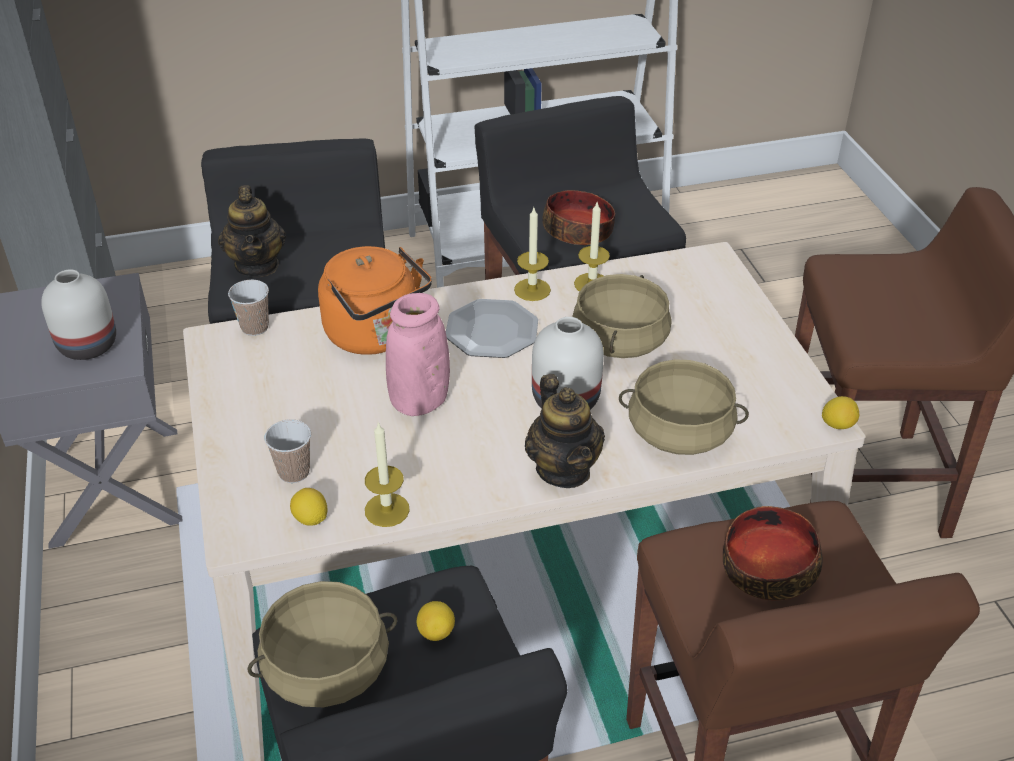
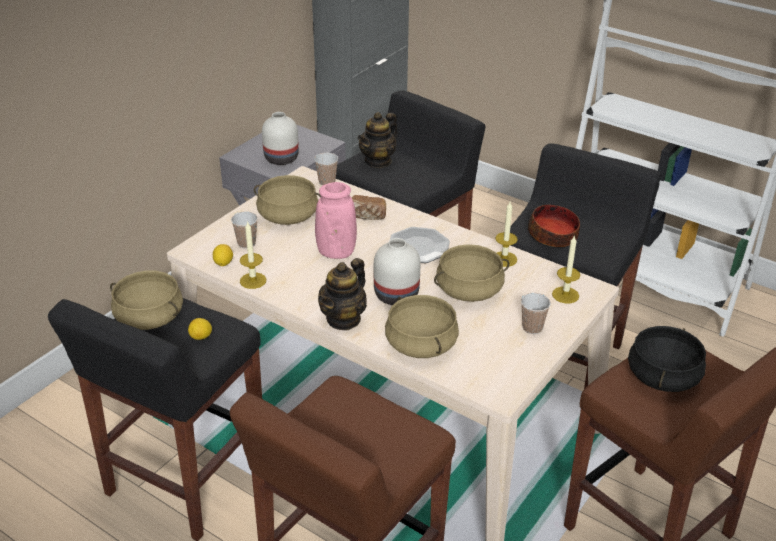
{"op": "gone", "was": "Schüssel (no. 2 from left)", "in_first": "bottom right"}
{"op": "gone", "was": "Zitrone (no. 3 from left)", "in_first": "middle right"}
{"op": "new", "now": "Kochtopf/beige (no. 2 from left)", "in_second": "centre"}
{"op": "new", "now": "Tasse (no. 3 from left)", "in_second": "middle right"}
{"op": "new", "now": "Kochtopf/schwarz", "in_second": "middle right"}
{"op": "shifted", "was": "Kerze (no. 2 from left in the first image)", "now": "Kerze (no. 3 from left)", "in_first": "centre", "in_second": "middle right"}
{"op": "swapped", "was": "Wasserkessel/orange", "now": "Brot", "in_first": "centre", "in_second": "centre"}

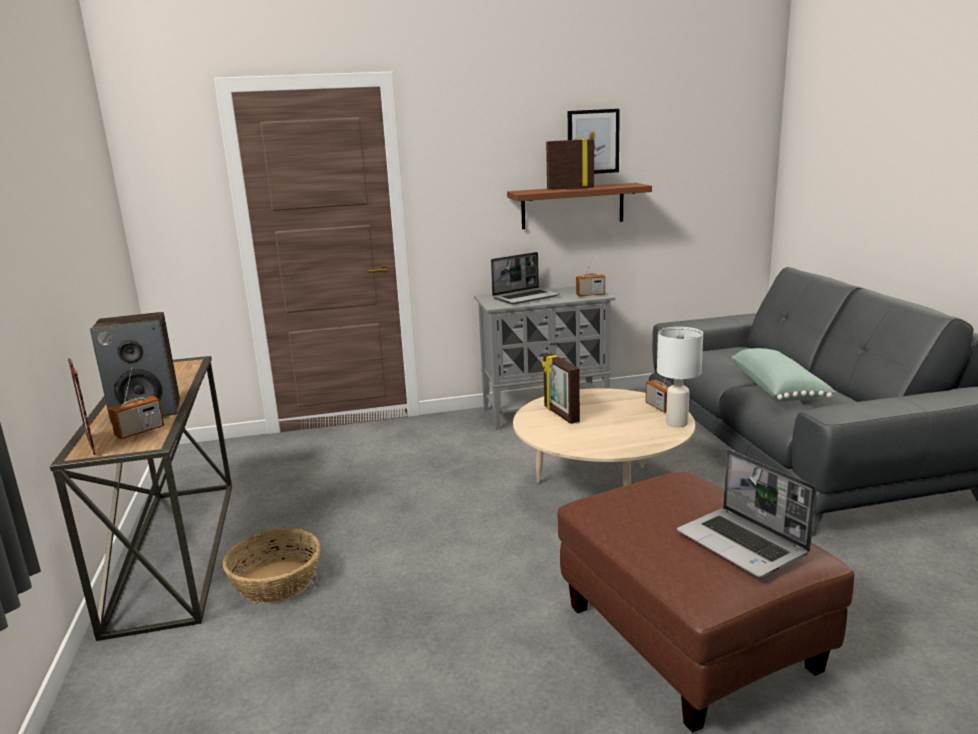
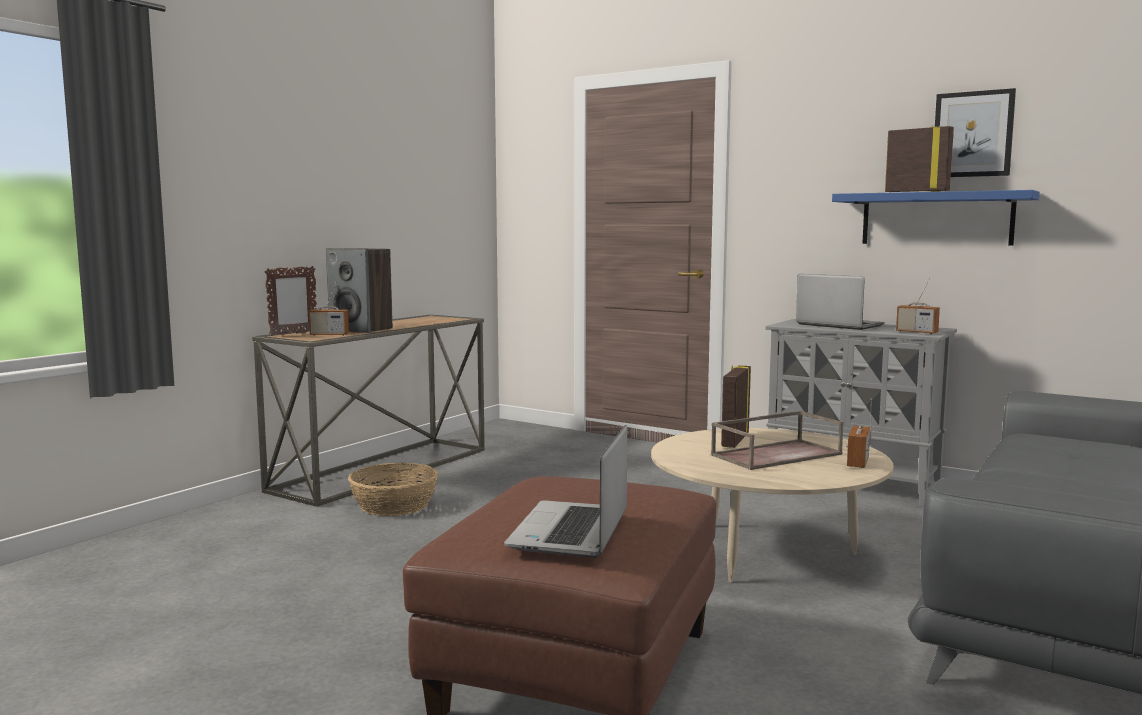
{"op": "gone", "was": "Tischlampe/weiß", "in_first": "middle right"}
{"op": "gone", "was": "Kissen/grün", "in_first": "middle right"}
{"op": "new", "now": "Tablett/braun", "in_second": "middle right"}
{"op": "repainted", "was": "Wandregal/braun", "now": "Wandregal/blau", "in_first": "top centre", "in_second": "top right"}
{"op": "rotated", "was": "Bilderrahmen (no. 1 from left)", "in_first": "middle left", "in_second": "middle left", "clockwise": -150}
{"op": "rotated", "was": "Laptop (no. 1 from left in the first image)", "in_first": "centre", "in_second": "middle right", "clockwise": -150}

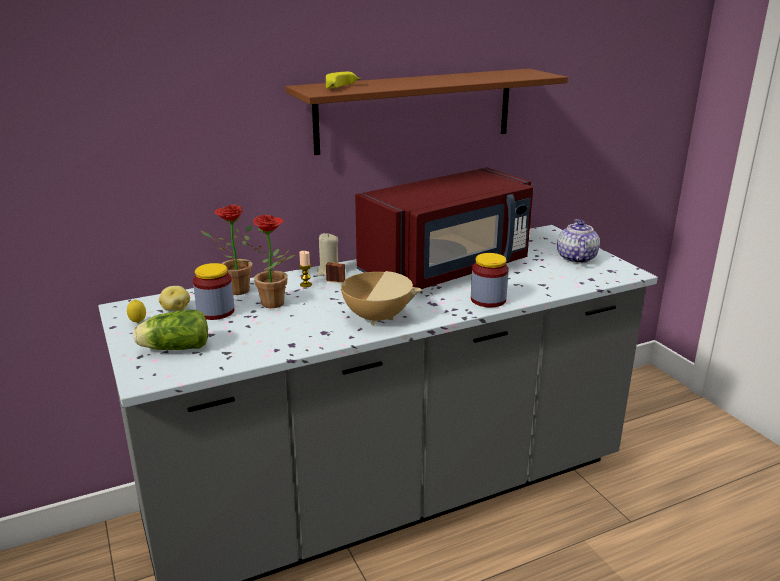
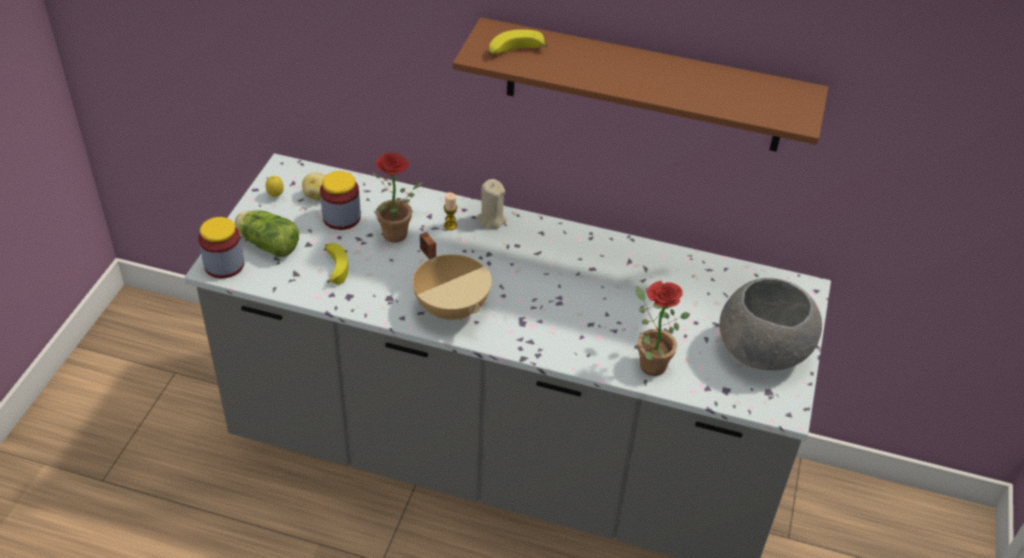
{"op": "gone", "was": "Mikrowelle/rot", "in_first": "centre"}
{"op": "new", "now": "Banane (no. 1 from left)", "in_second": "middle left"}
{"op": "shifted", "was": "Topfpflanze (no. 1 from left in the first image)", "now": "Topfpflanze (no. 2 from left)", "in_first": "middle left", "in_second": "centre"}
{"op": "shifted", "was": "Vorratsglas (no. 2 from left in the first image)", "now": "Vorratsglas (no. 1 from left)", "in_first": "centre", "in_second": "middle left"}
{"op": "swapped", "was": "Teekanne", "now": "Schüssel/grau", "in_first": "middle right", "in_second": "middle right"}

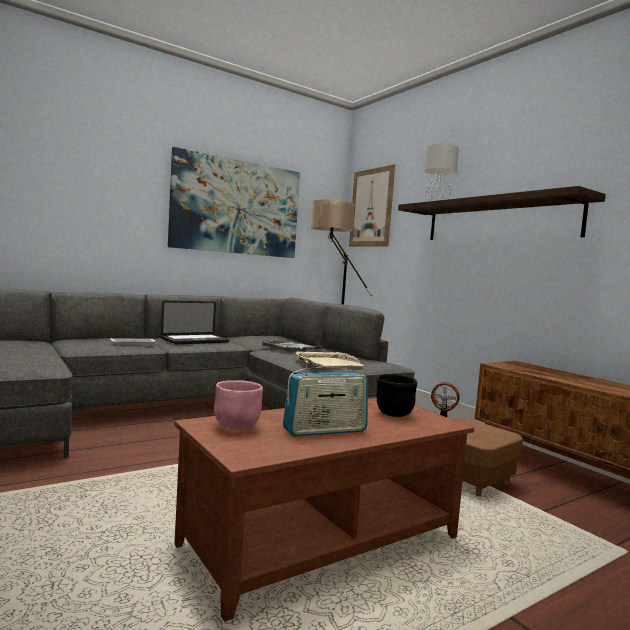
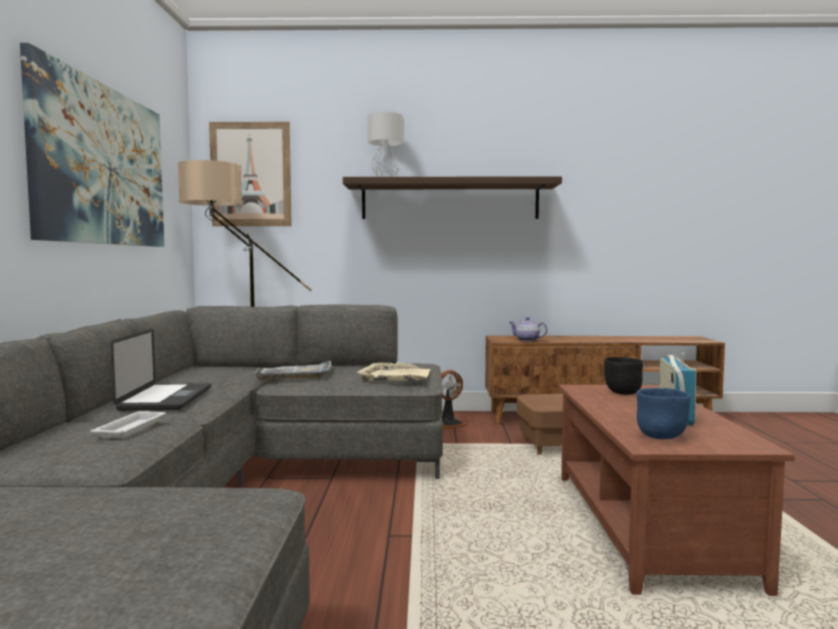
{"op": "new", "now": "Teekanne", "in_second": "centre"}
{"op": "repainted", "was": "Schüssel/rosa", "now": "Schüssel/blau", "in_first": "centre", "in_second": "middle right"}

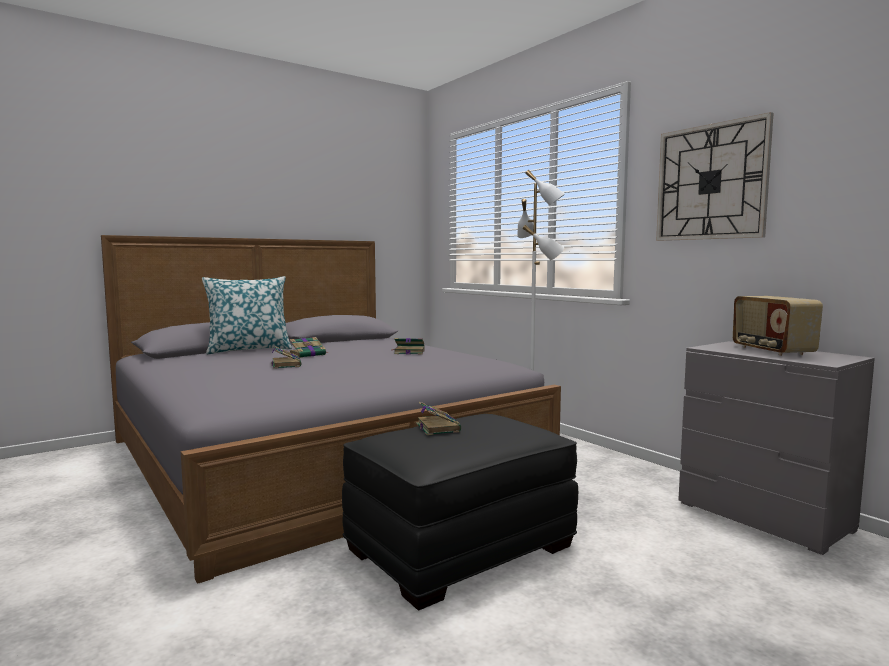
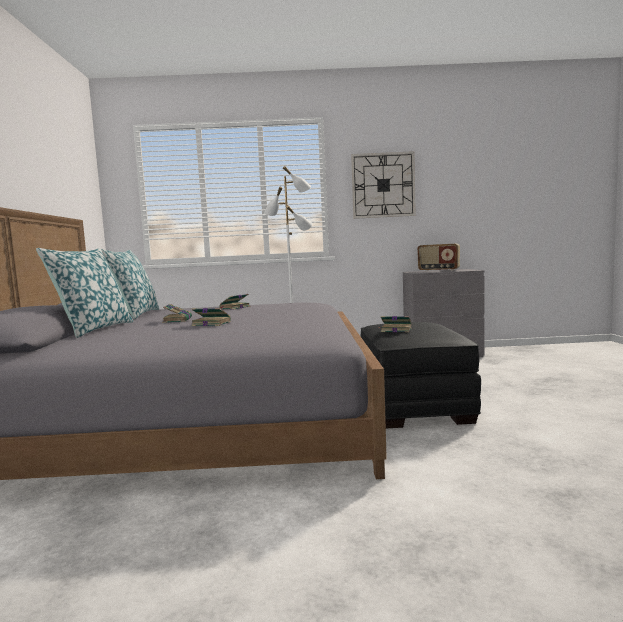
{"op": "new", "now": "Kissen (no. 2 from left)", "in_second": "middle left"}

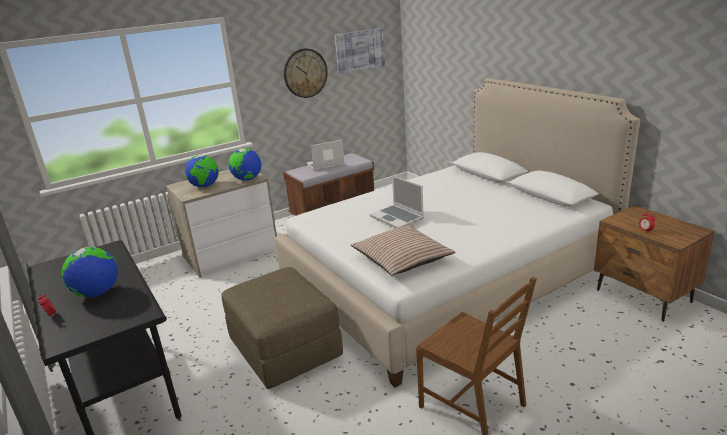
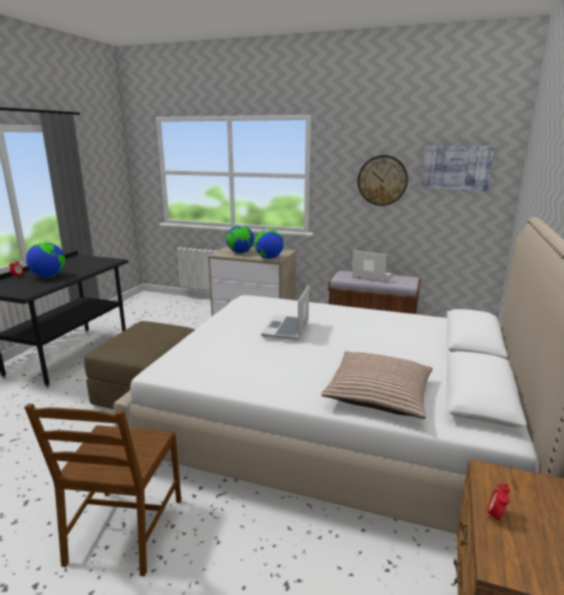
{"op": "shifted", "was": "Kissen", "in_first": "centre", "in_second": "middle right"}

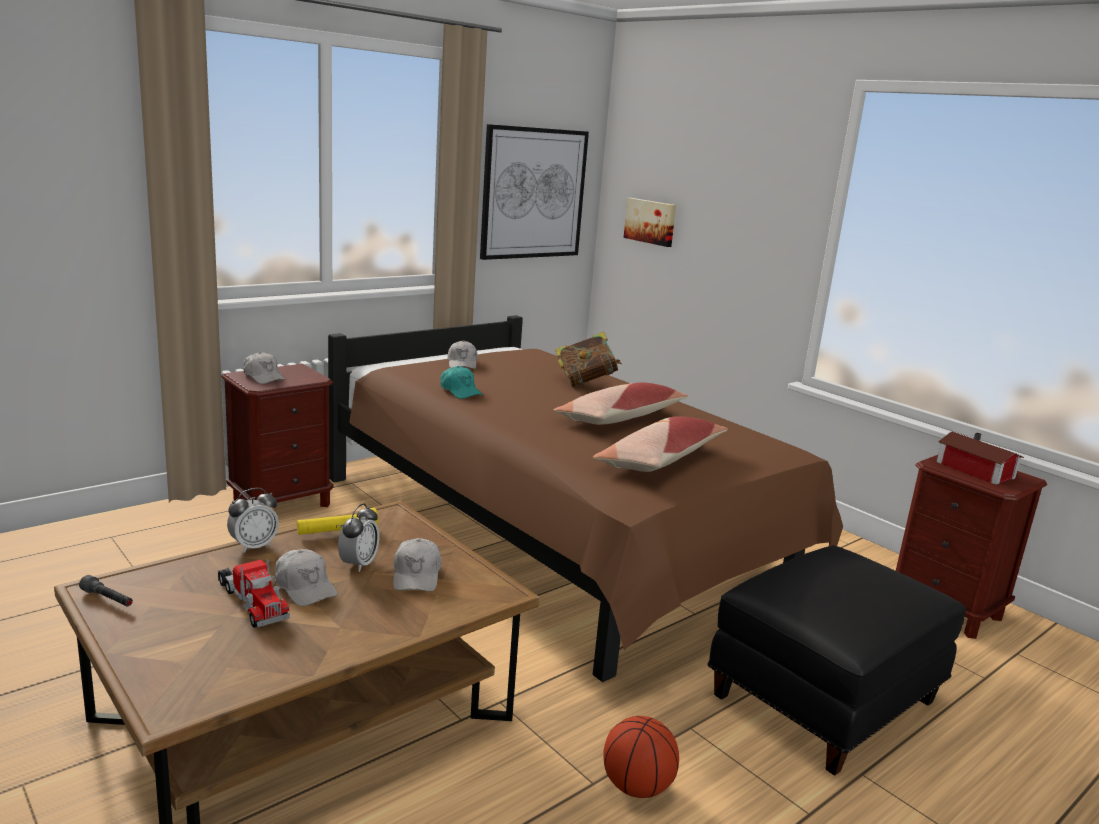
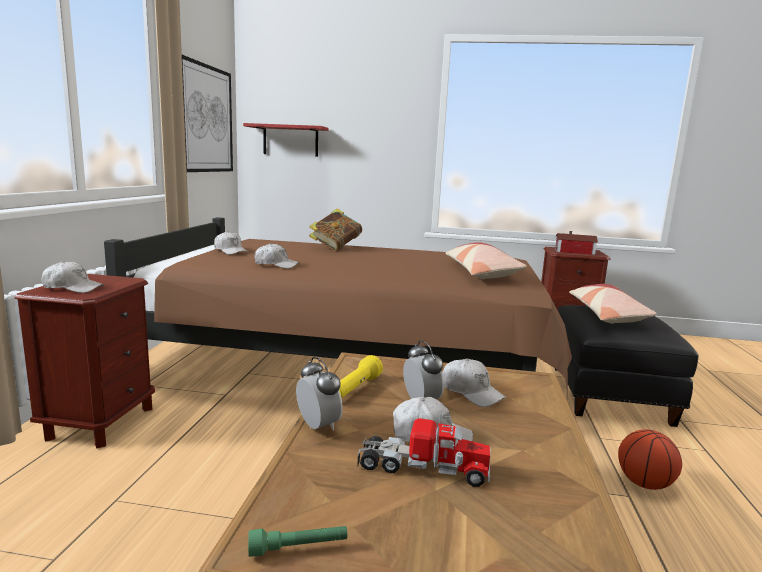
{"op": "shifted", "was": "Kissen (no. 1 from left in the first image)", "now": "Kissen (no. 2 from left)", "in_first": "centre", "in_second": "middle right"}
{"op": "swapped", "was": "Bild (no. 2 from left)", "now": "Wandregal/rot", "in_first": "top centre", "in_second": "top centre"}
{"op": "repainted", "was": "Taschenlampe/grau", "now": "Taschenlampe/grün", "in_first": "bottom left", "in_second": "bottom centre"}
{"op": "repainted", "was": "Kappe/türkis", "now": "Kappe/weiß (no. 3 from left)", "in_first": "centre", "in_second": "centre"}
{"op": "rotated", "was": "Wecker (no. 1 from left)", "in_first": "middle left", "in_second": "bottom centre", "clockwise": -45}

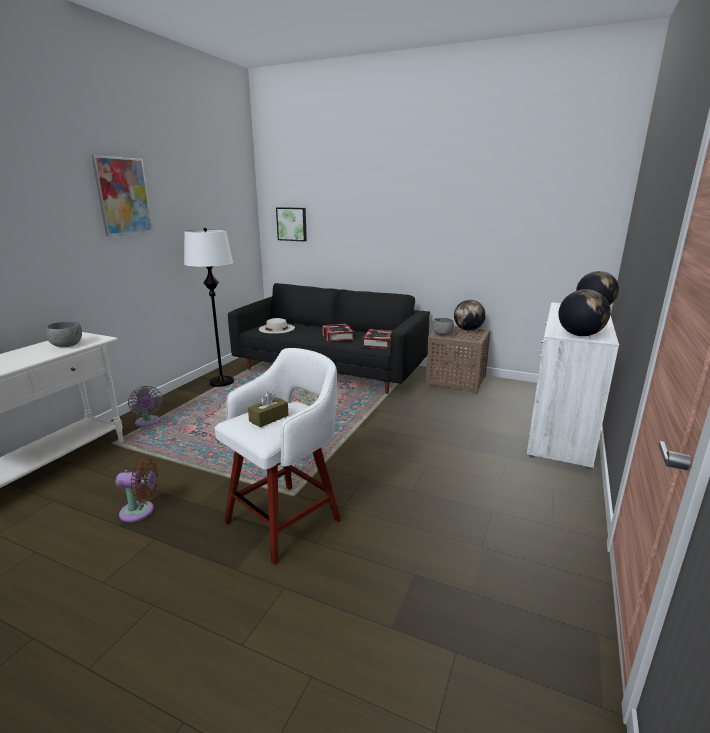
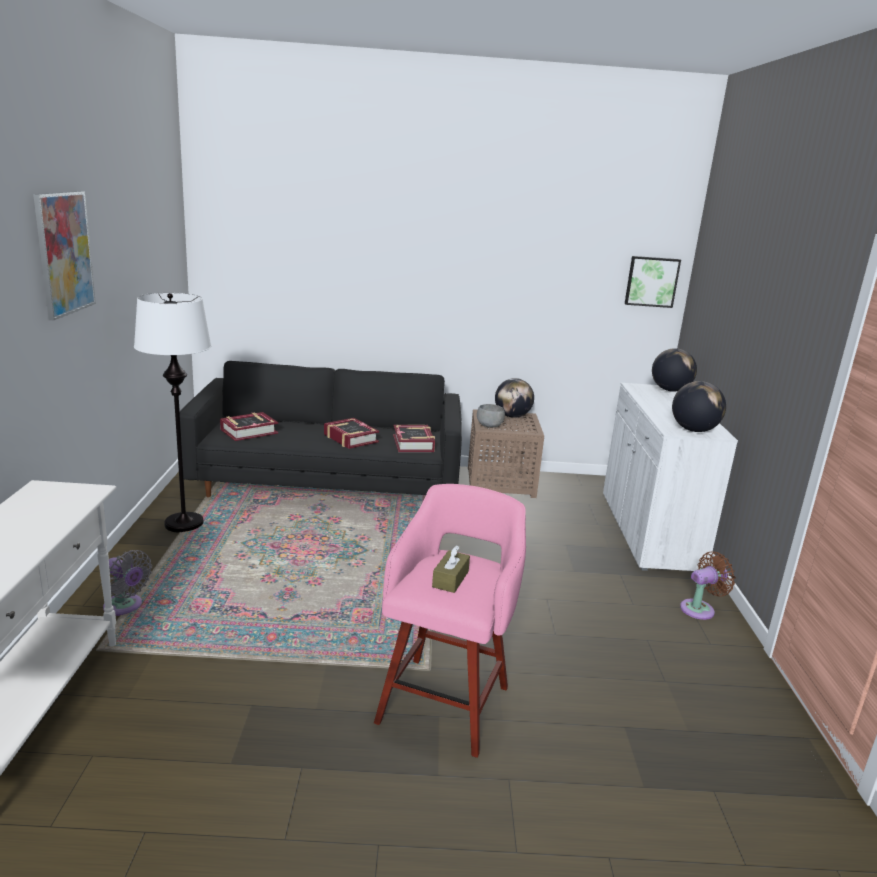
{"op": "gone", "was": "Schüssel/grau (no. 1 from left)", "in_first": "middle left"}
{"op": "shifted", "was": "Ventilator/braun", "in_first": "bottom left", "in_second": "bottom right"}
{"op": "shifted", "was": "Bild (no. 2 from left)", "in_first": "top centre", "in_second": "top right"}
{"op": "swapped", "was": "Hut/weiß", "now": "Buch (no. 1 from left)", "in_first": "centre", "in_second": "middle left"}
{"op": "repainted", "was": "Hocker/weiß", "now": "Hocker/rosa", "in_first": "centre", "in_second": "bottom centre"}

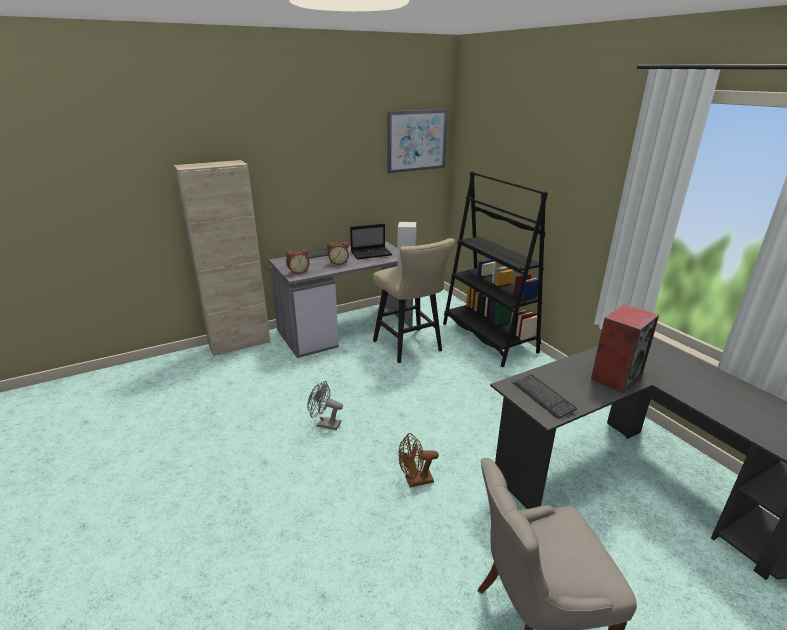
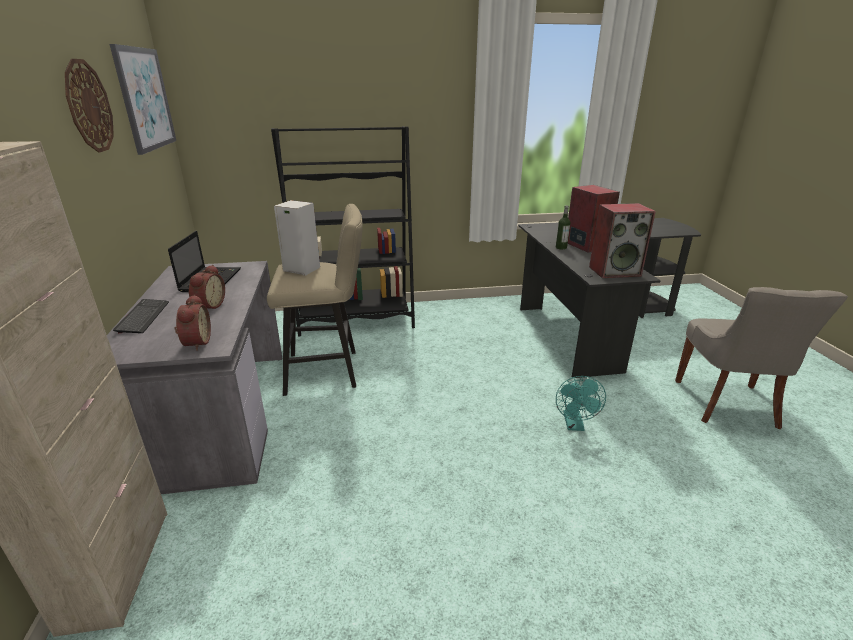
{"op": "gone", "was": "Ventilator/grau", "in_first": "centre"}
{"op": "new", "now": "Wanduhr", "in_second": "top left"}
{"op": "new", "now": "Flasche", "in_second": "centre"}
{"op": "swapped", "was": "Tastatur (no. 2 from left)", "now": "Lautsprecher (no. 3 from left)", "in_first": "middle right", "in_second": "middle right"}
{"op": "repainted", "was": "Ventilator/braun", "now": "Ventilator/türkis", "in_first": "bottom centre", "in_second": "middle right"}

